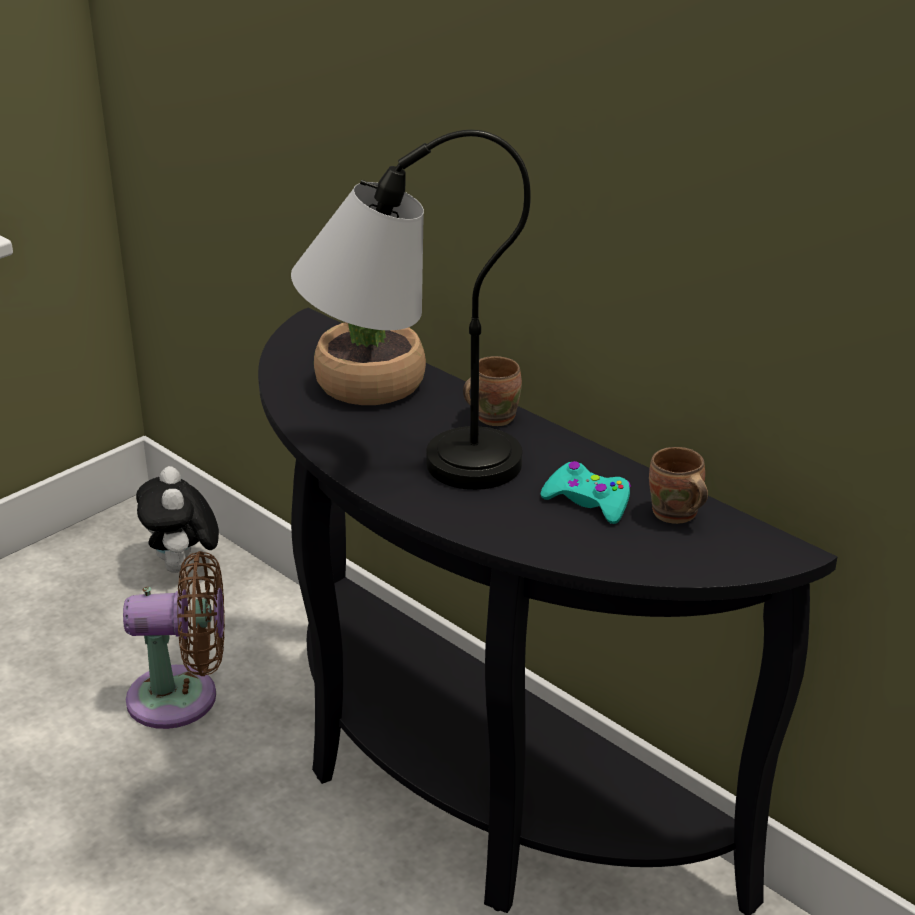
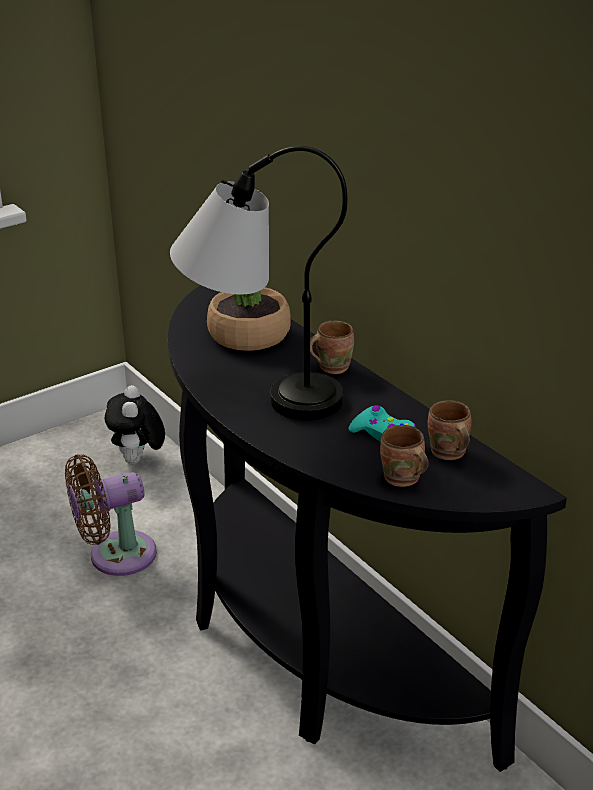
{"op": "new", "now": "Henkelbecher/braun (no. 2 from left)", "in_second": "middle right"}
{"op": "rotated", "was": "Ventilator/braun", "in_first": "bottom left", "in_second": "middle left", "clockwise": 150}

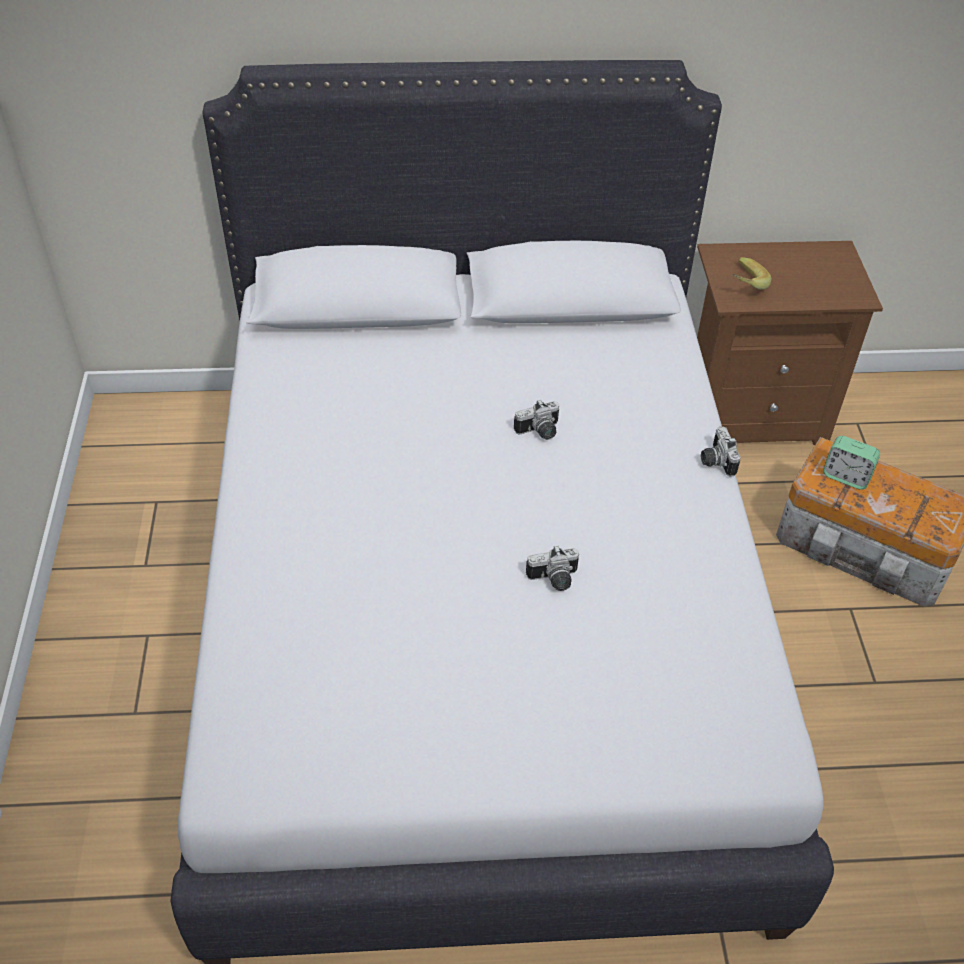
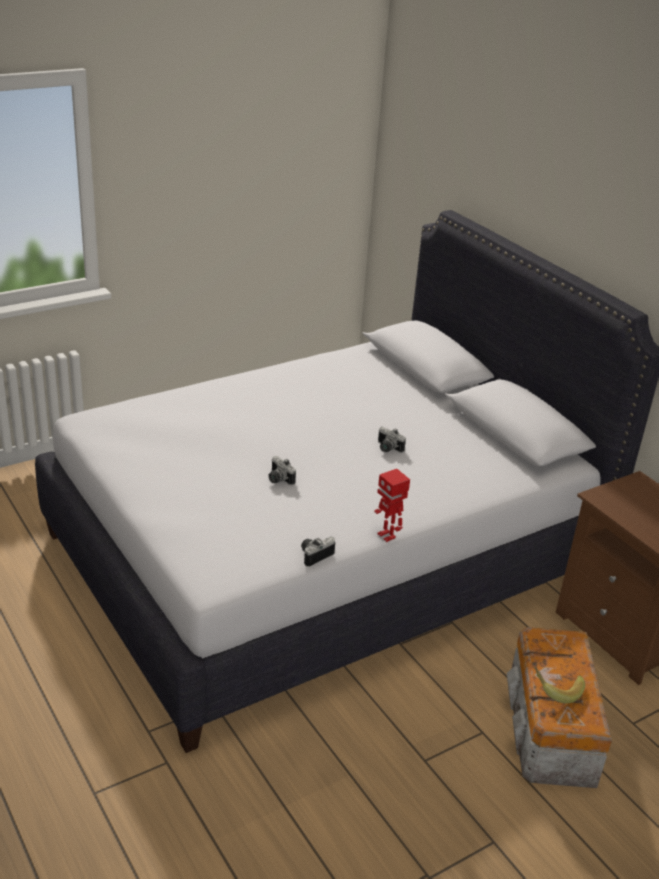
{"op": "gone", "was": "Wecker", "in_first": "middle right"}
{"op": "new", "now": "Spielzeugroboter", "in_second": "centre"}
{"op": "shifted", "was": "Kamera (no. 3 from left in the first image)", "now": "Kamera (no. 2 from left)", "in_first": "middle right", "in_second": "centre"}
{"op": "shifted", "was": "Banane", "in_first": "top right", "in_second": "bottom right"}

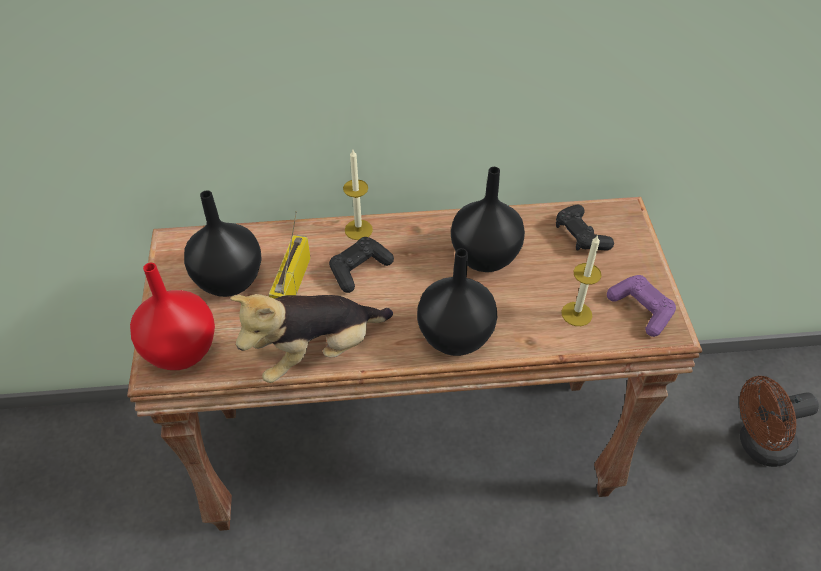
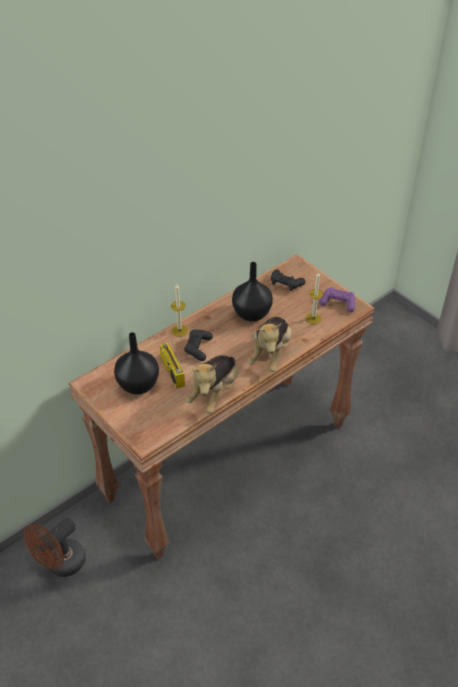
{"op": "gone", "was": "Vase/rot", "in_first": "middle left"}
{"op": "shifted", "was": "Ventilator/braun", "in_first": "bottom right", "in_second": "bottom left"}
{"op": "swapped", "was": "Vase/schwarz (no. 2 from left)", "now": "Plüschtier (no. 2 from left)", "in_first": "centre", "in_second": "centre"}

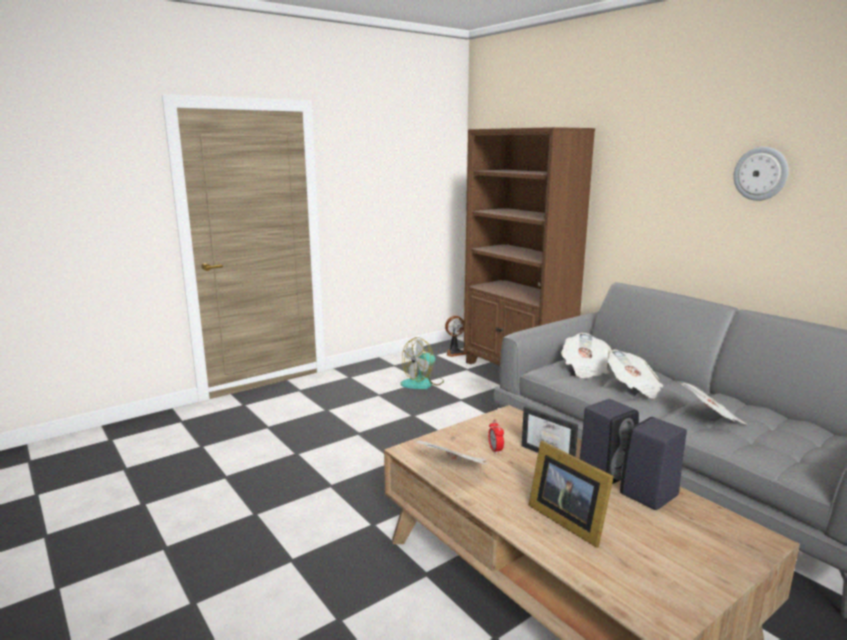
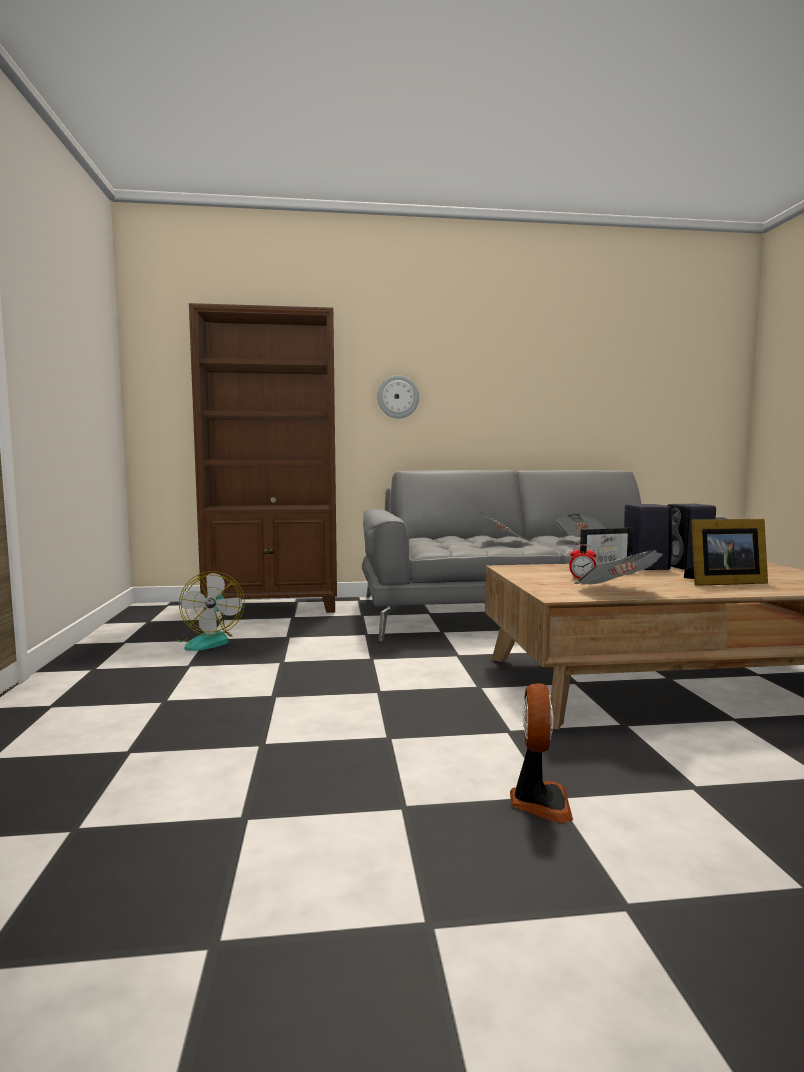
{"op": "gone", "was": "Zeitung (no. 2 from left)", "in_first": "middle right"}
{"op": "shifted", "was": "Ventilator (no. 2 from left)", "in_first": "centre", "in_second": "bottom right"}
{"op": "shifted", "was": "Wanduhr", "in_first": "top right", "in_second": "centre"}

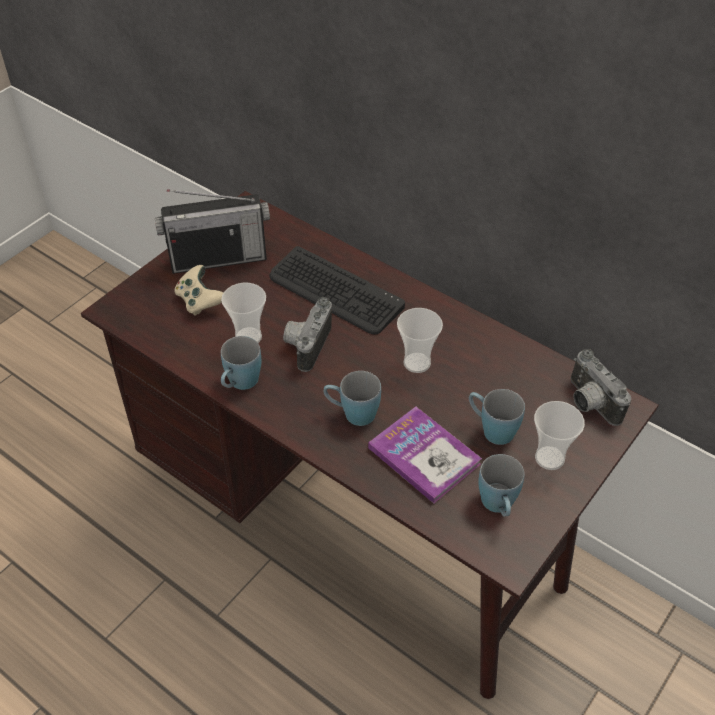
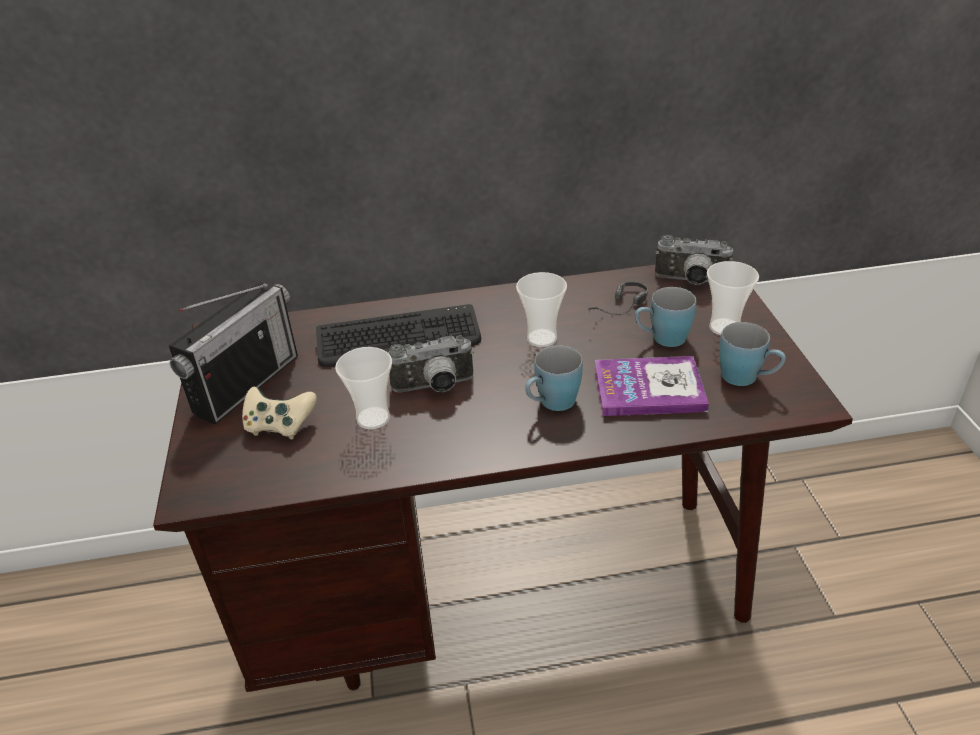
{"op": "gone", "was": "Henkelbecher/blau (no. 1 from left)", "in_first": "centre"}
{"op": "new", "now": "Kopfhörer", "in_second": "centre"}
{"op": "rotated", "was": "Kamera (no. 1 from left)", "in_first": "centre", "in_second": "centre", "clockwise": -75}

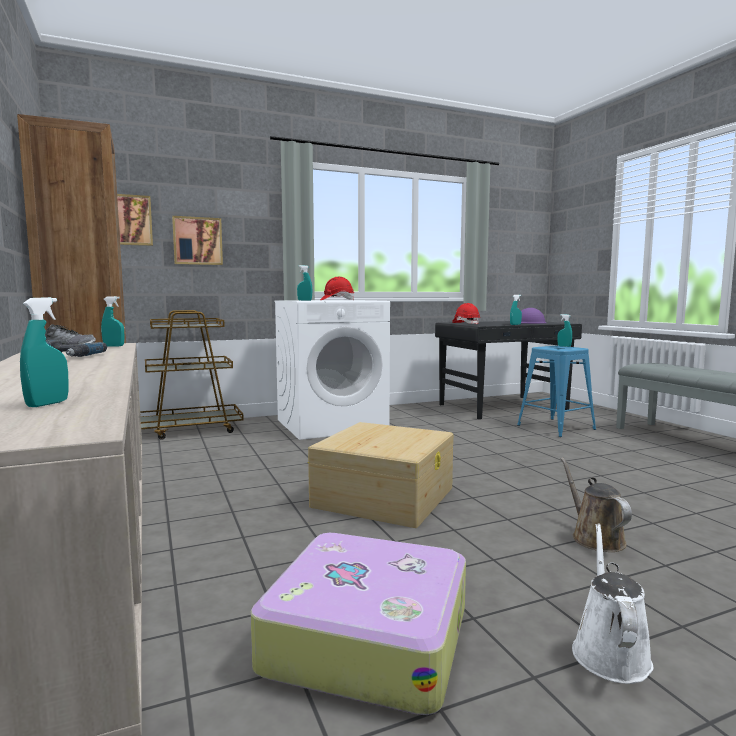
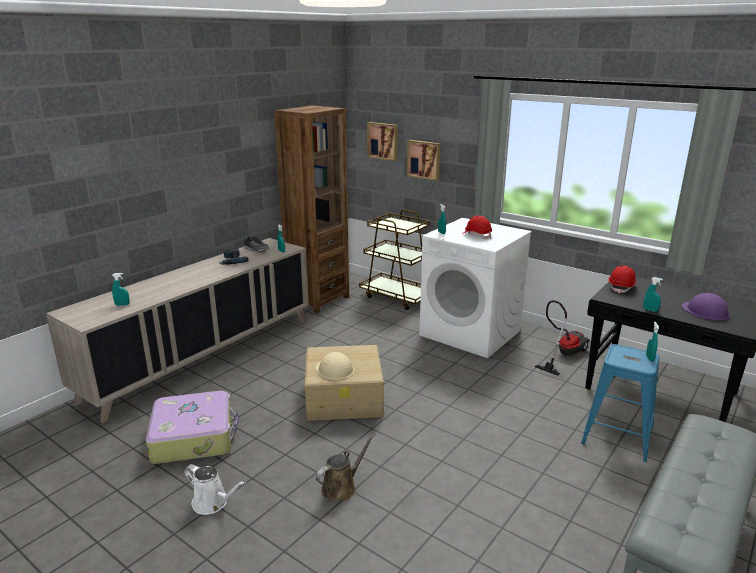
{"op": "new", "now": "Schutzhelm/beige", "in_second": "centre"}
{"op": "new", "now": "Staubsauger", "in_second": "middle right"}
{"op": "rotated", "was": "Gießkanne/weiß", "in_first": "bottom right", "in_second": "bottom left", "clockwise": 45}

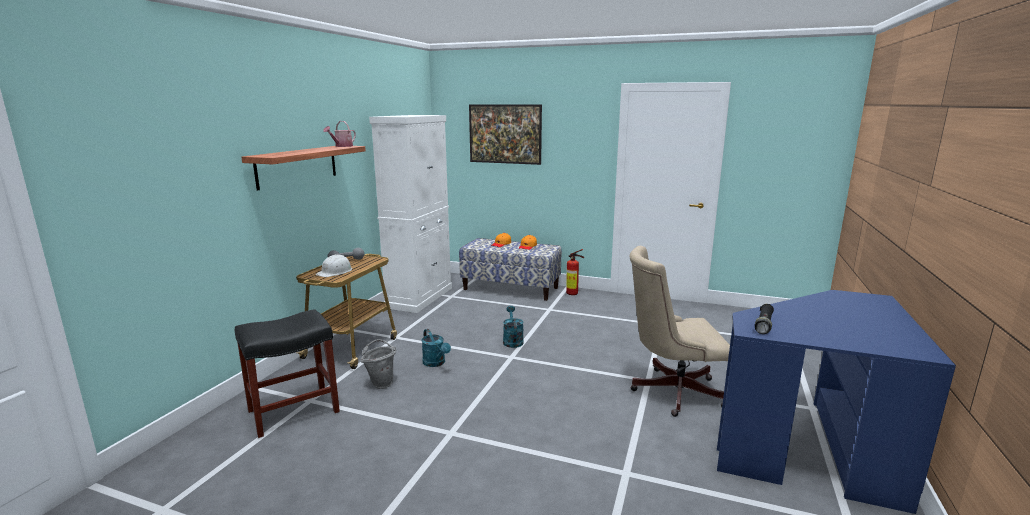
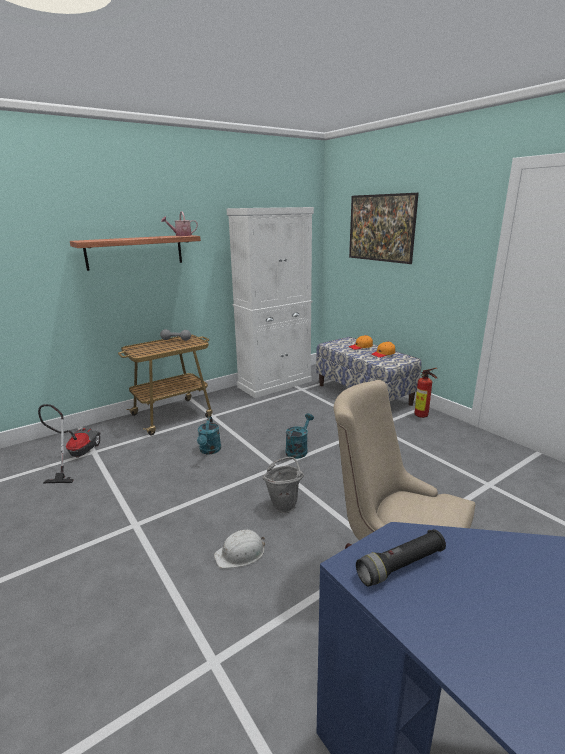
{"op": "shifted", "was": "Schutzhelm/weiß", "in_first": "middle left", "in_second": "bottom centre"}
{"op": "shifted", "was": "Eimer/grau", "in_first": "bottom centre", "in_second": "centre"}
{"op": "swapped", "was": "Hocker/schwarz", "now": "Staubsauger", "in_first": "bottom left", "in_second": "middle left"}

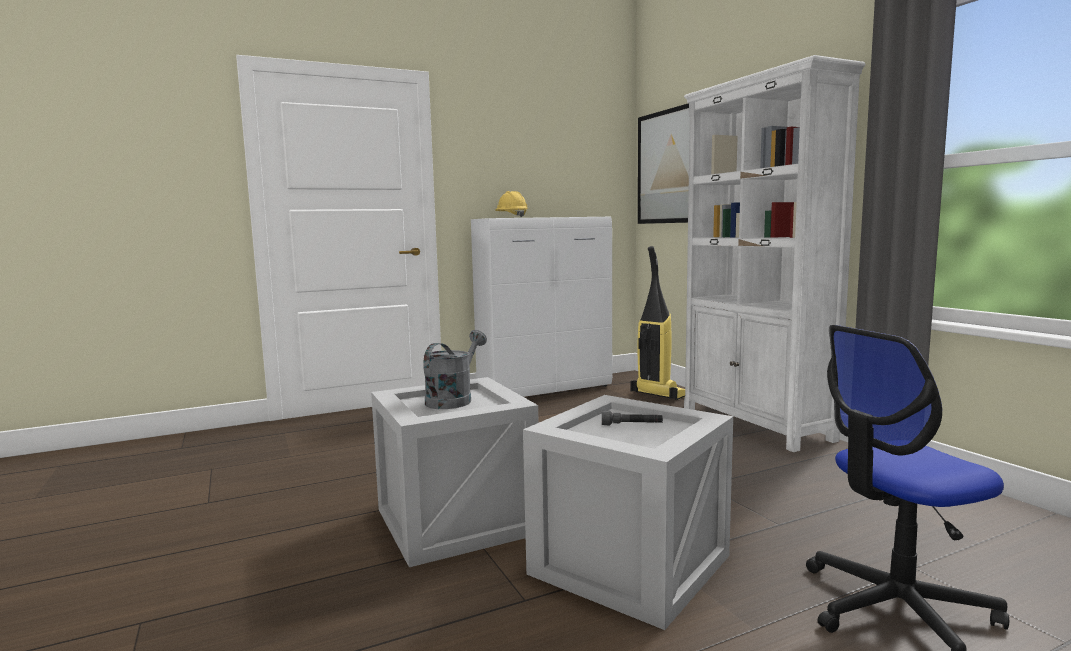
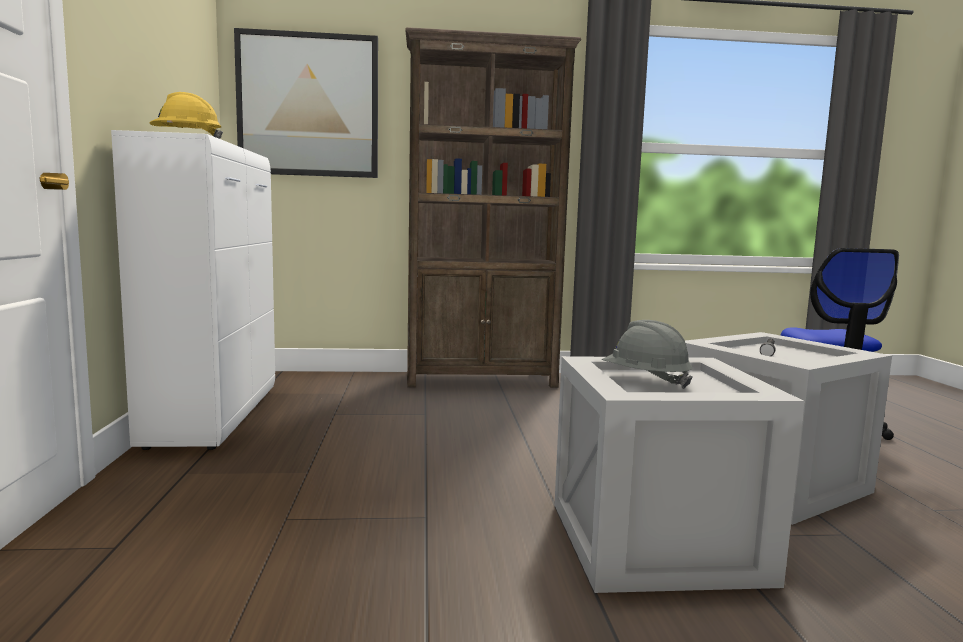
{"op": "gone", "was": "Staubsauger", "in_first": "centre"}
{"op": "swapped", "was": "Gießkanne/grau", "now": "Schutzhelm/grau", "in_first": "centre", "in_second": "middle right"}
{"op": "repainted", "was": "Bücherregal/weiß", "now": "Bücherregal/braun", "in_first": "middle right", "in_second": "top centre"}

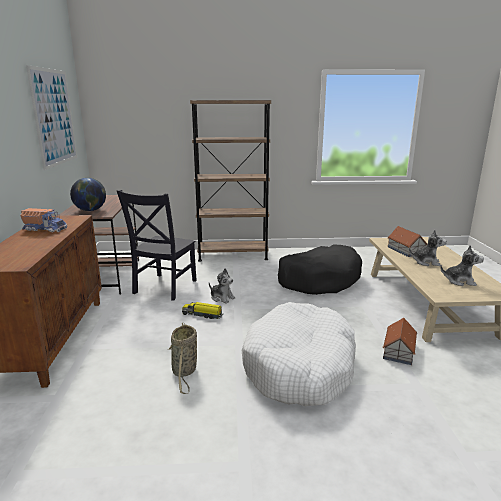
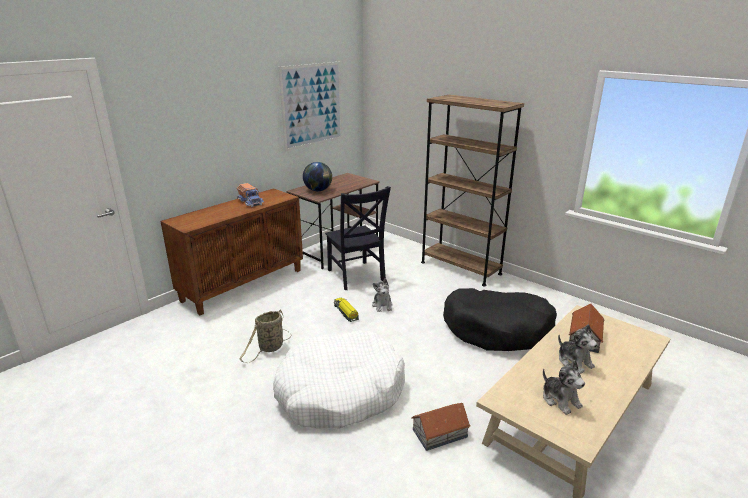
{"op": "rotated", "was": "Stuhl/schwarz", "in_first": "middle left", "in_second": "centre", "clockwise": -90}

